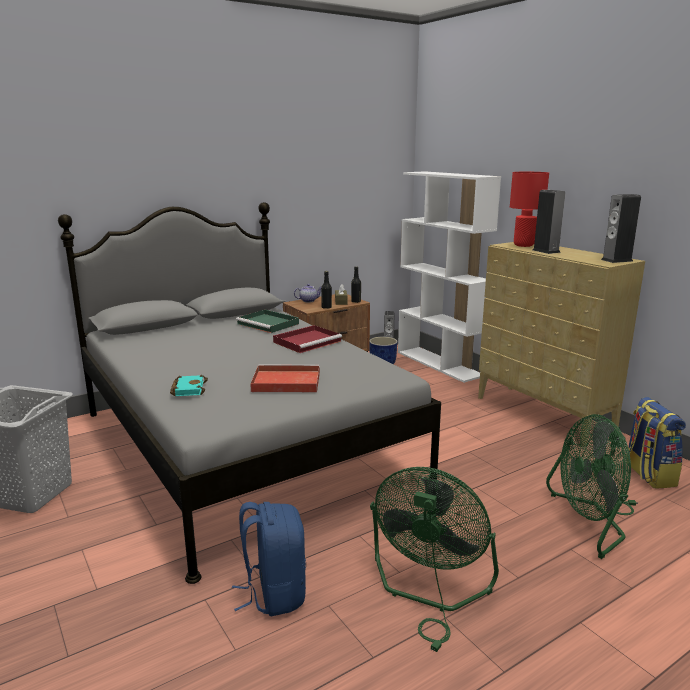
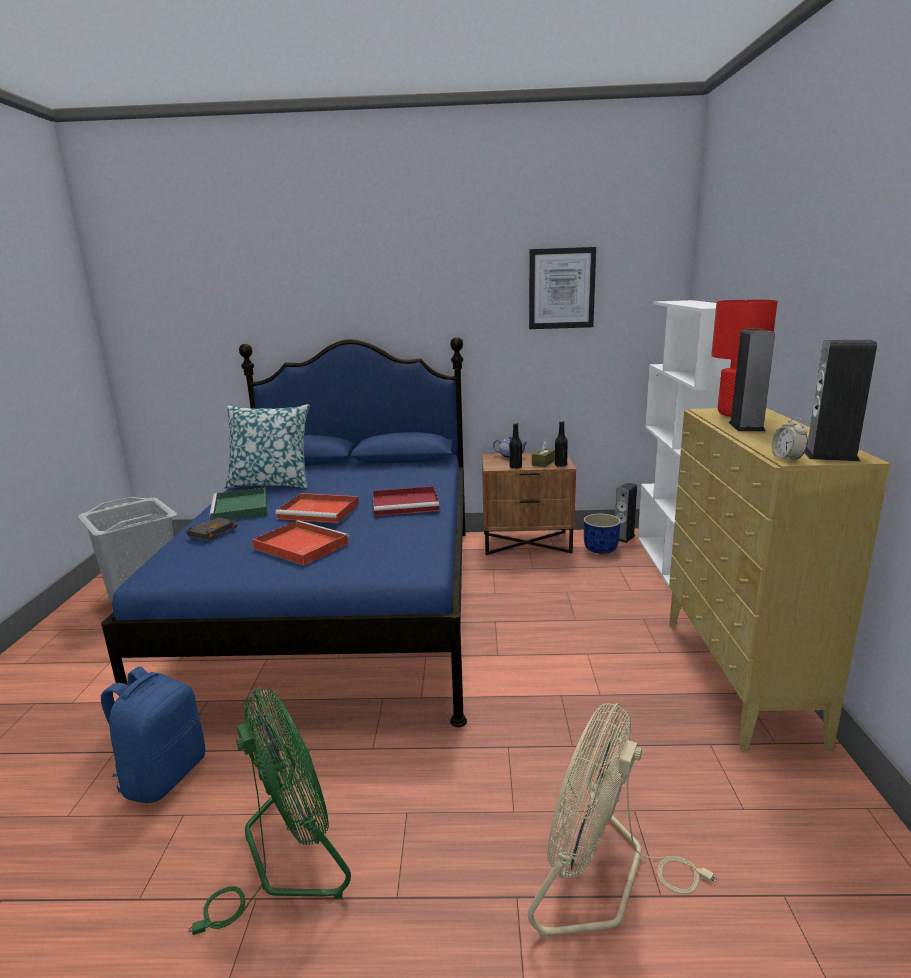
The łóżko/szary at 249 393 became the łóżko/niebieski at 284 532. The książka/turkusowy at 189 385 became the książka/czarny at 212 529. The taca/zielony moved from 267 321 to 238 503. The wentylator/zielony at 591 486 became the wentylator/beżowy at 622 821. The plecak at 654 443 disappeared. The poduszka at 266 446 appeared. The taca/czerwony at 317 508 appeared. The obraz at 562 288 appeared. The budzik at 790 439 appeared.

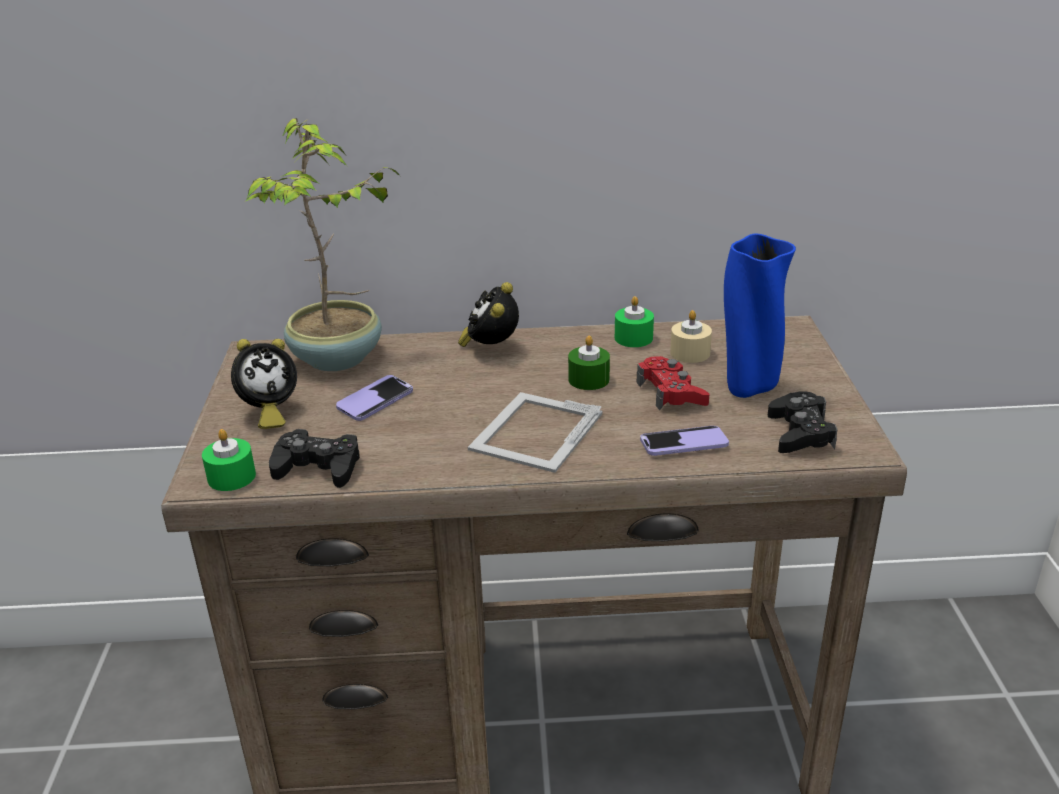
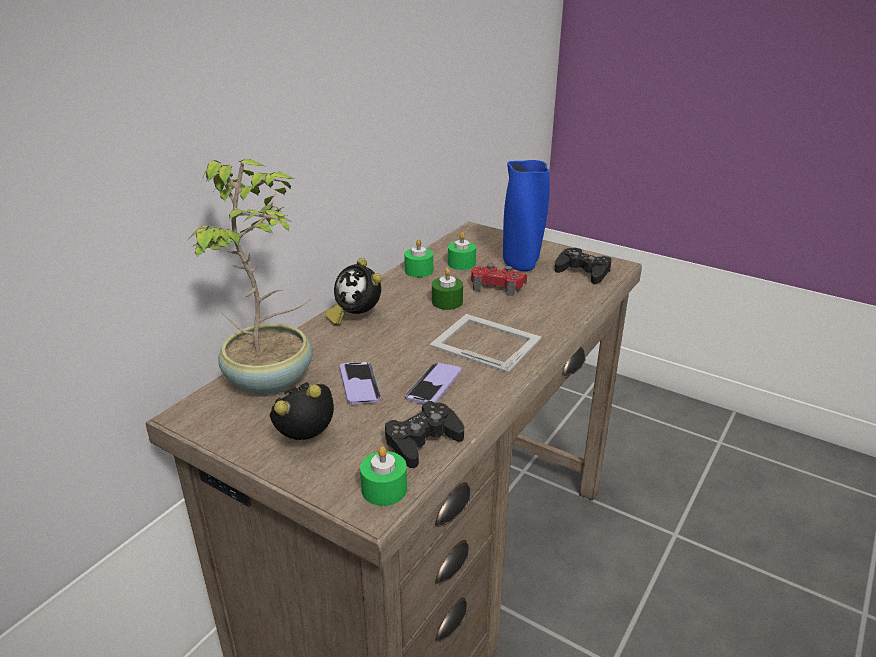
The budzik at 264 384 turned 120 degrees counterclockwise. The ramka na zdjęcie at 535 432 turned 150 degrees clockwise. The telefon moved from 684 441 to 433 383. The świeca/beżowy at 691 336 became the świeca/zielony at 462 251.

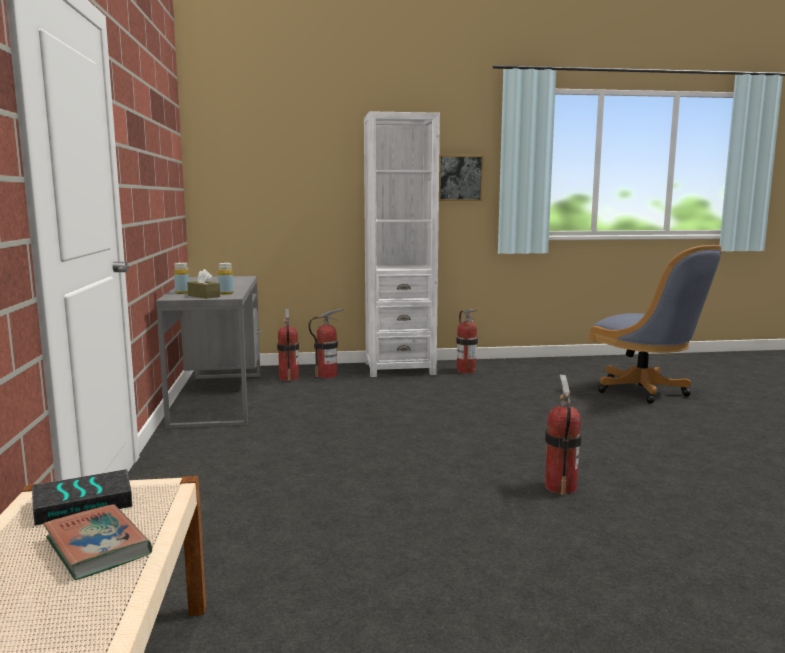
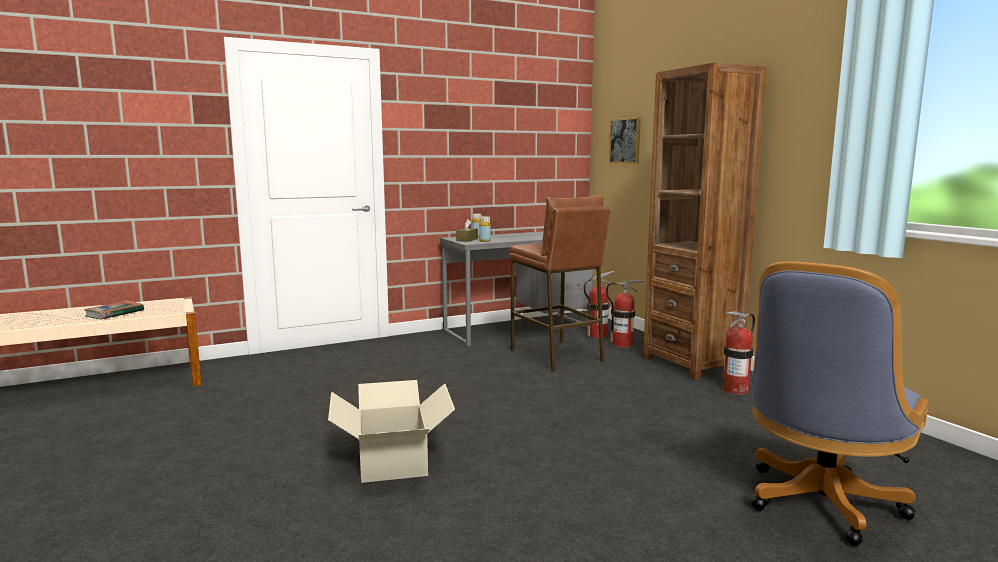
The książka at 82 497 disappeared. The regał/biały at 402 244 became the regał/brązowy at 704 221. The obraz moved from 461 178 to 625 140. The gaśnica at 563 435 was replaced by the karton at 391 431. The stołek/brązowy at 560 283 appeared.

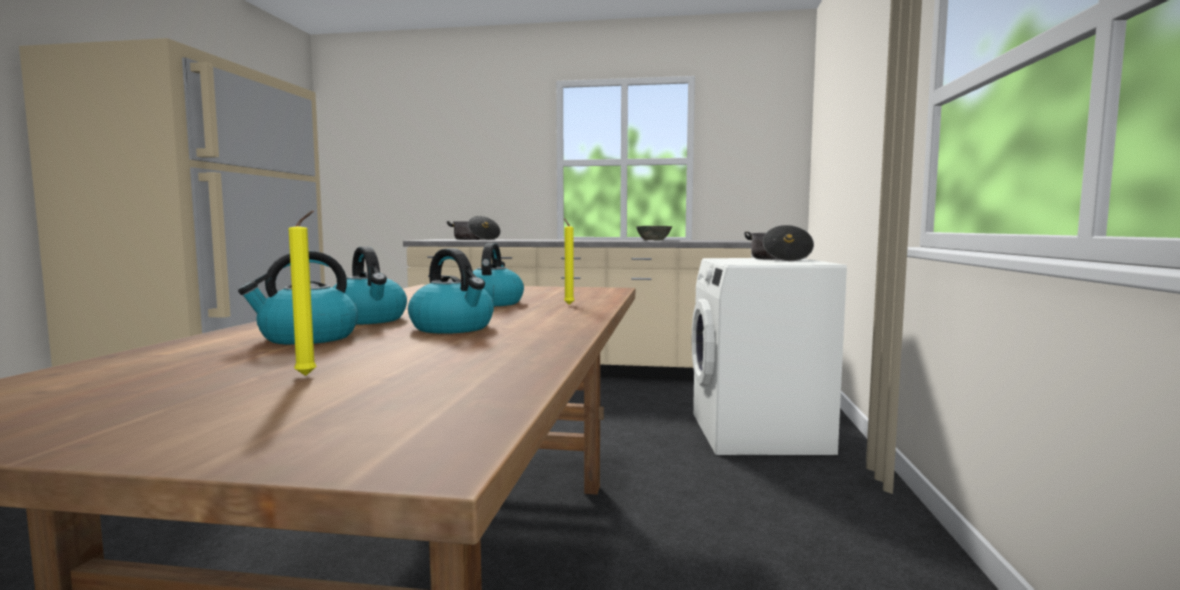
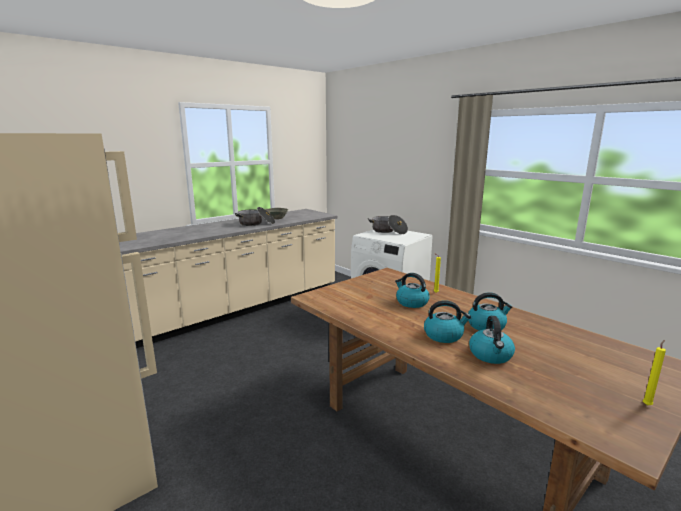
The świeca/żółty moved from 302 293 to 654 372. The garnek moved from 474 228 to 255 216.

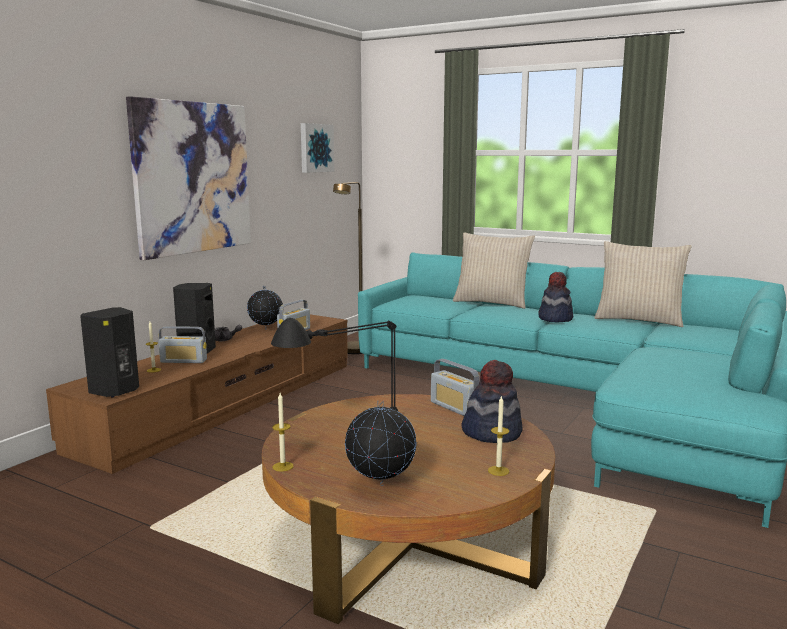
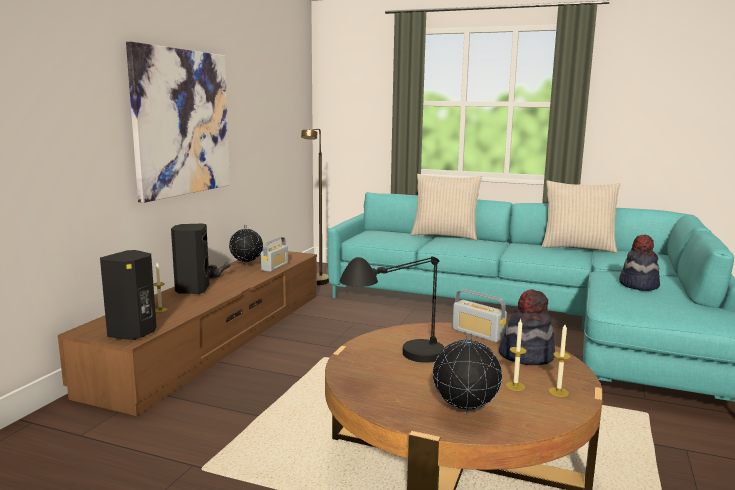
The radio at 182 344 disappeared. The świeca moved from 283 432 to 516 355. The obraz at 317 148 disappeared. The kapelusz moved from 555 297 to 639 263.

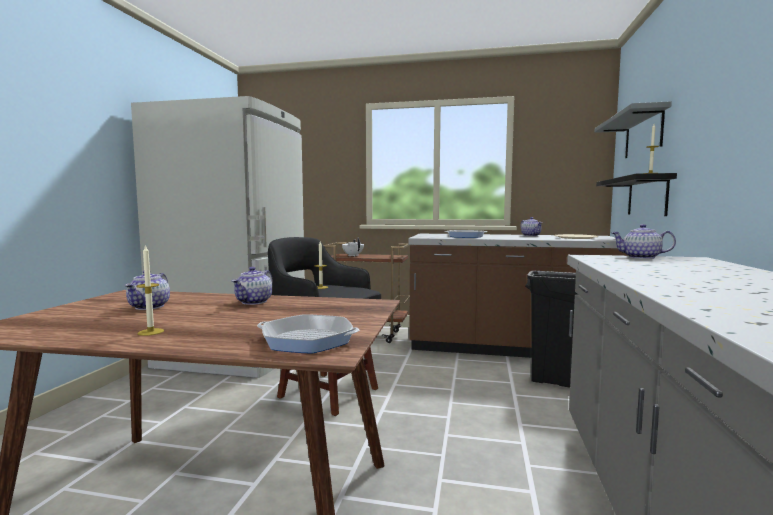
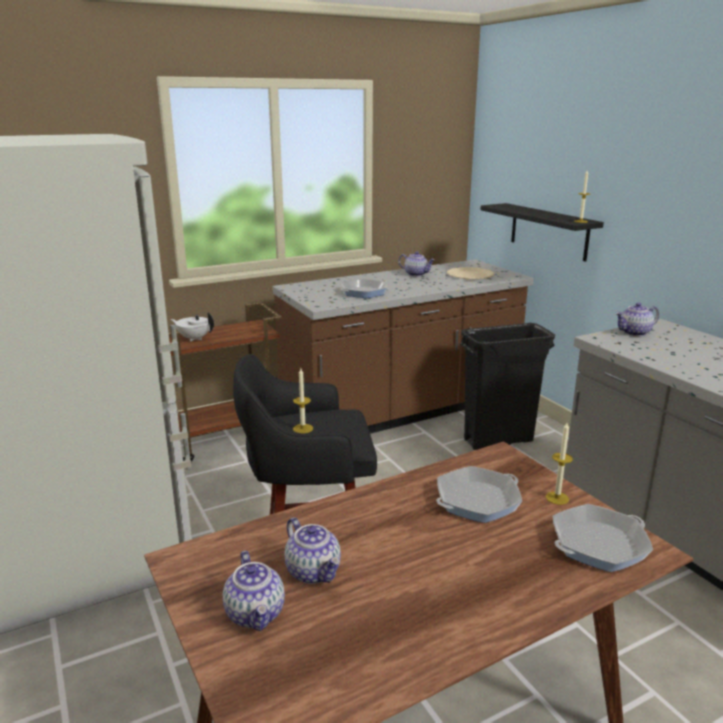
The świeca moved from 150 290 to 559 464. The imbryk moved from 252 286 to 254 591. The półka/szary at 633 129 disappeared. The patelnia at 479 494 appeared.

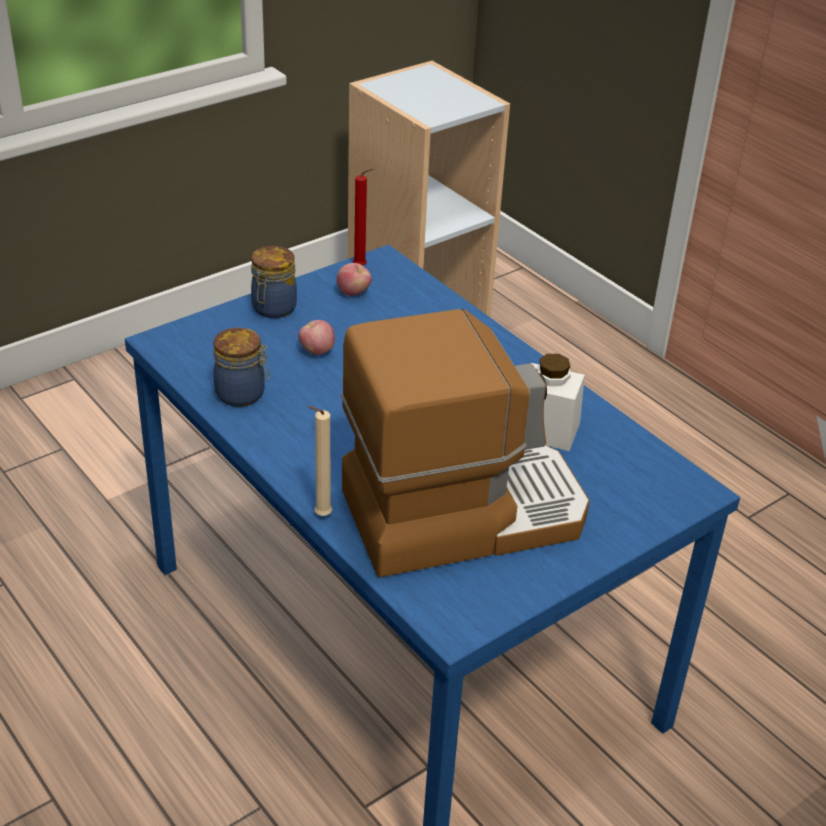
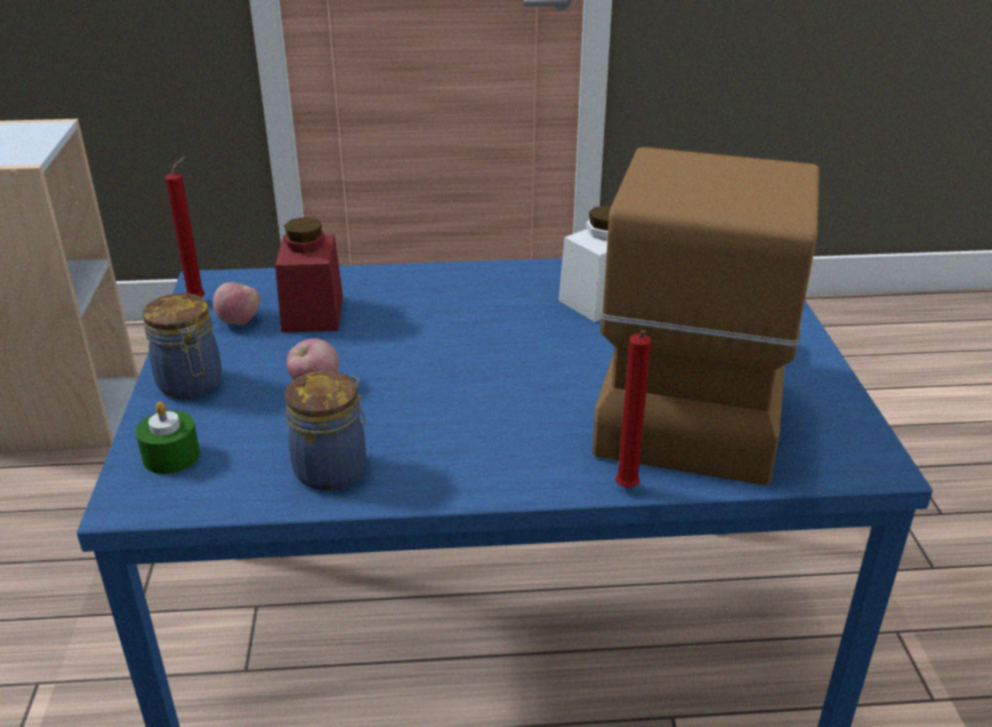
The świeca/beżowy at 320 461 became the świeca/czerwony at 633 409. The świeca/zielony at 168 437 appeared. The słoik/czerwony at 309 275 appeared.

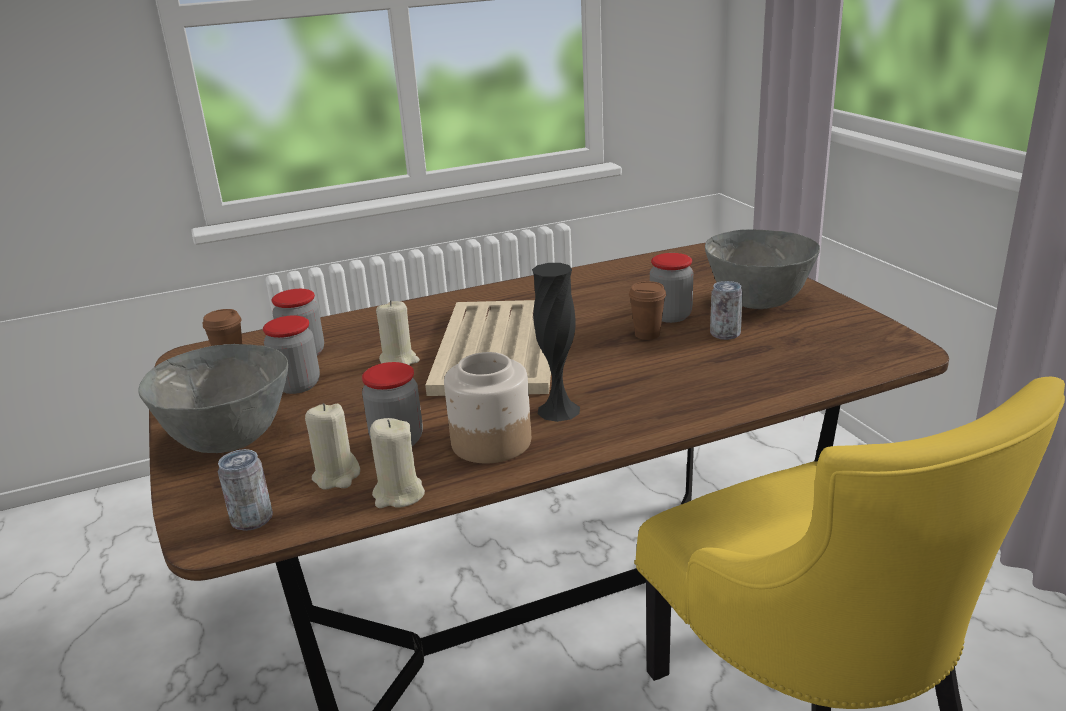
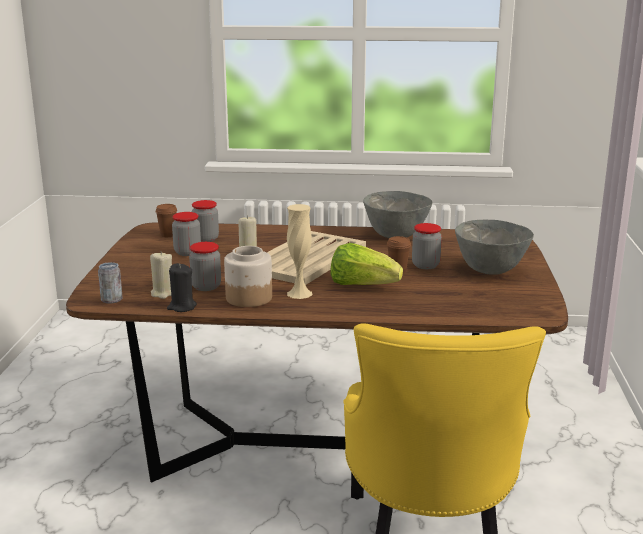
The miska/szary moved from 213 398 to 397 214. The świeca/beżowy at 397 463 became the świeca/czarny at 182 287. The wazon/czarny at 556 342 became the wazon/beżowy at 299 251. The puszka at 726 310 disappeared. The sałata at 366 264 appeared.

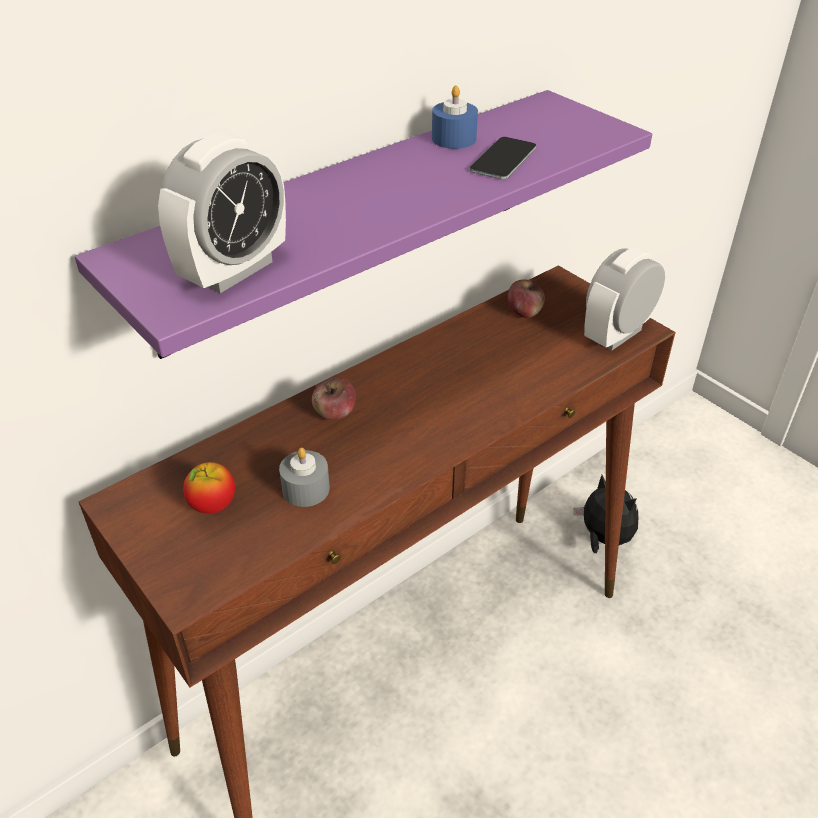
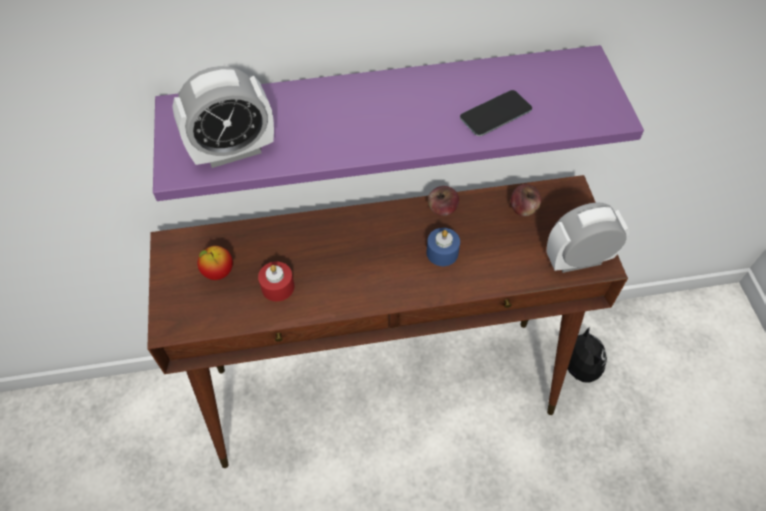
The świeca/szary at 304 477 became the świeca/czerwony at 276 281. The jabłko moved from 334 398 to 443 201. The świeca/niebieski moved from 455 117 to 443 247.

